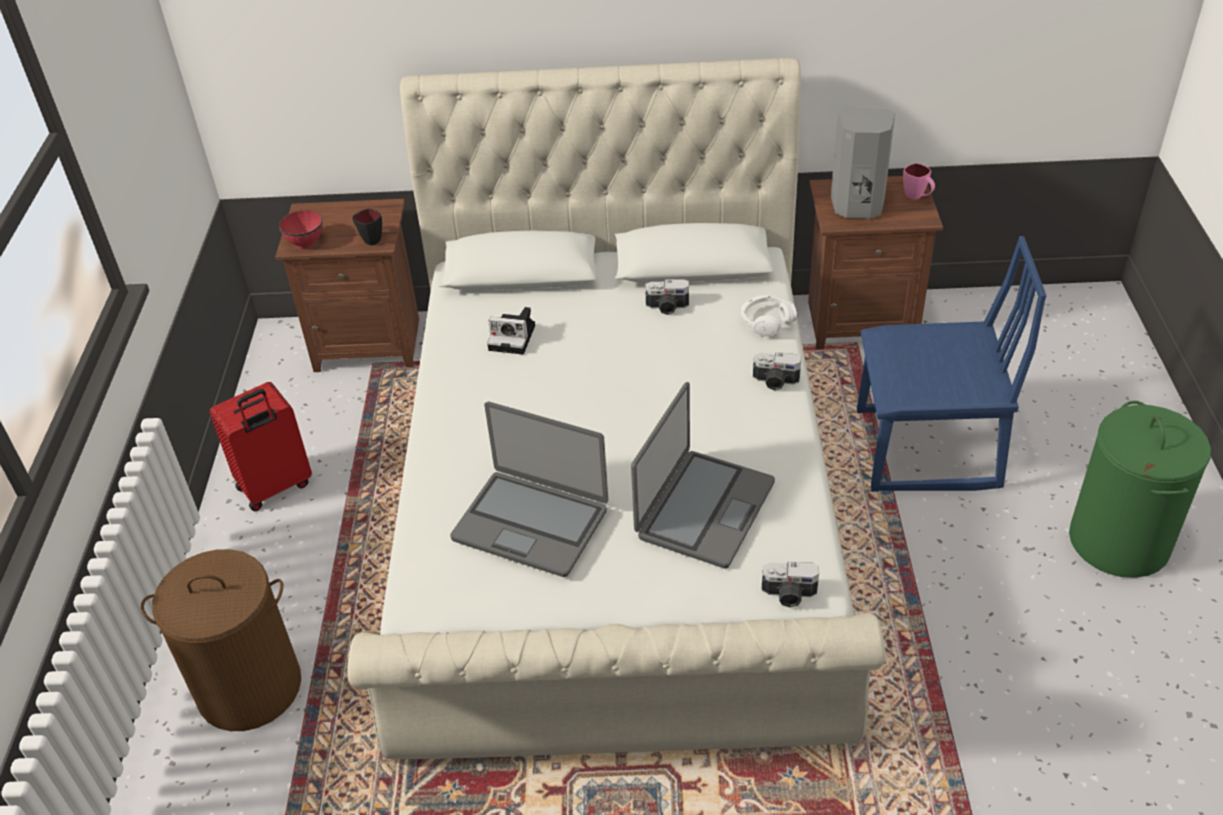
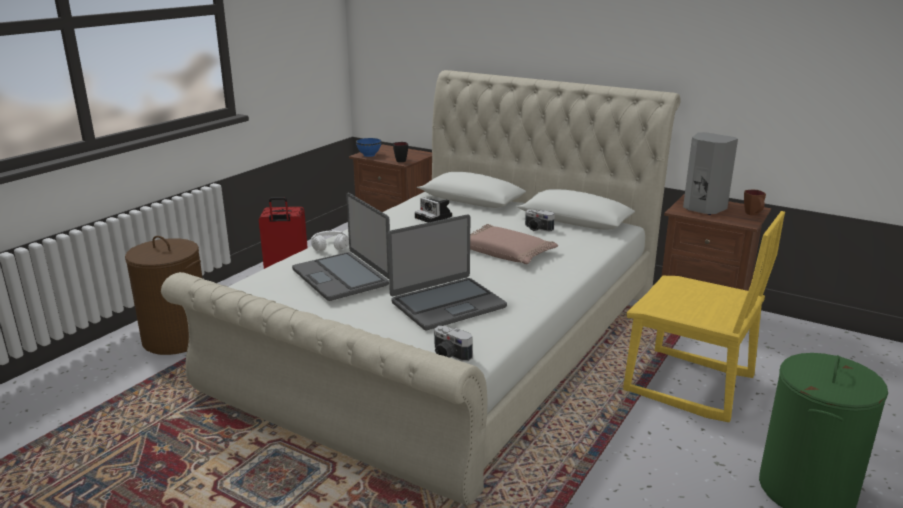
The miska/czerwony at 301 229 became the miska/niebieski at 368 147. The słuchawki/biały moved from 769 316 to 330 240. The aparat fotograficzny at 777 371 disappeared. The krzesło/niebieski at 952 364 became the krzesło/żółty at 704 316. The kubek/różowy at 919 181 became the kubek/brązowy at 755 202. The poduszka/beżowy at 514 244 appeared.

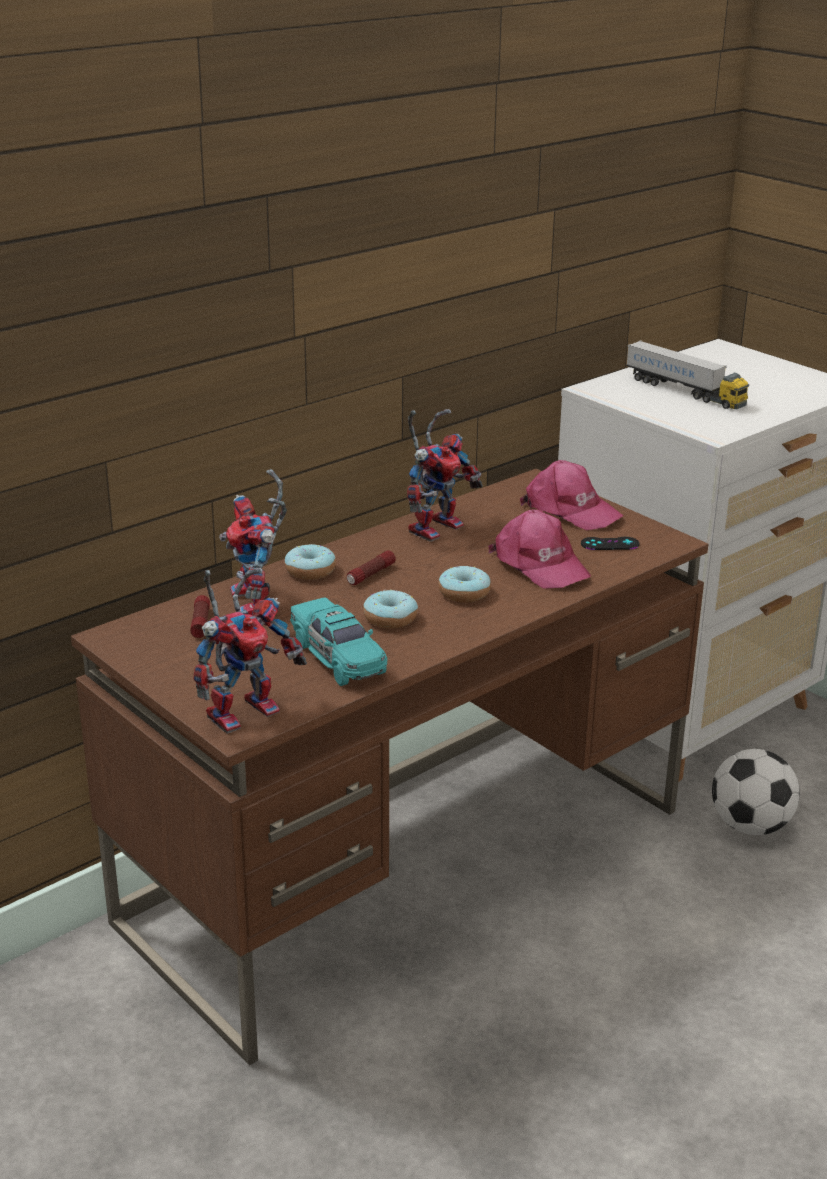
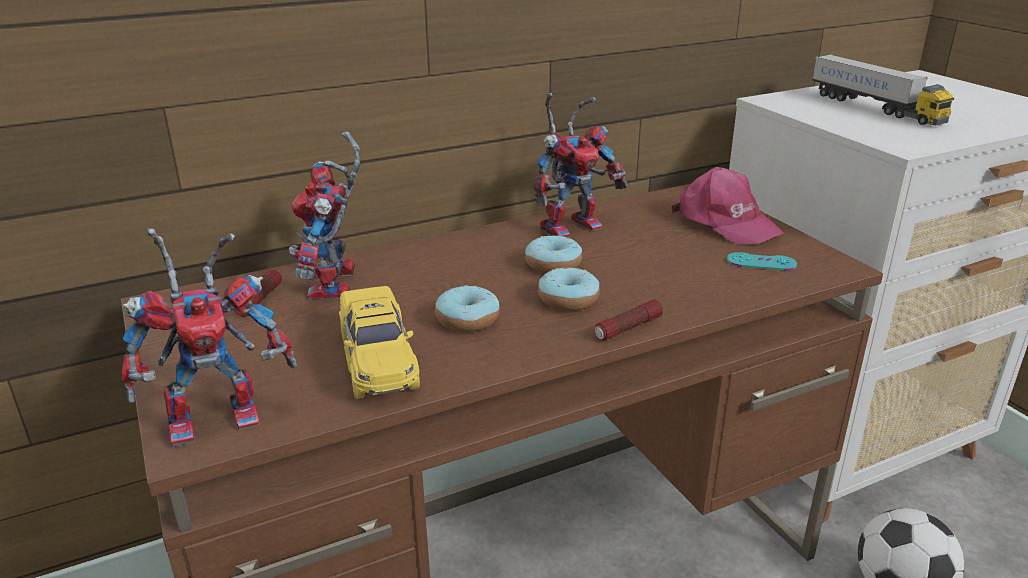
The donut moved from 310 562 to 553 254. The samochodzik/turkusowy at 338 642 became the samochodzik/żółty at 379 342. The latarka moved from 371 567 to 629 320. The czapka z daszkiem/różowy at 539 549 disappeared. The pad do gier/czarny at 610 543 became the pad do gier/turkusowy at 762 261.

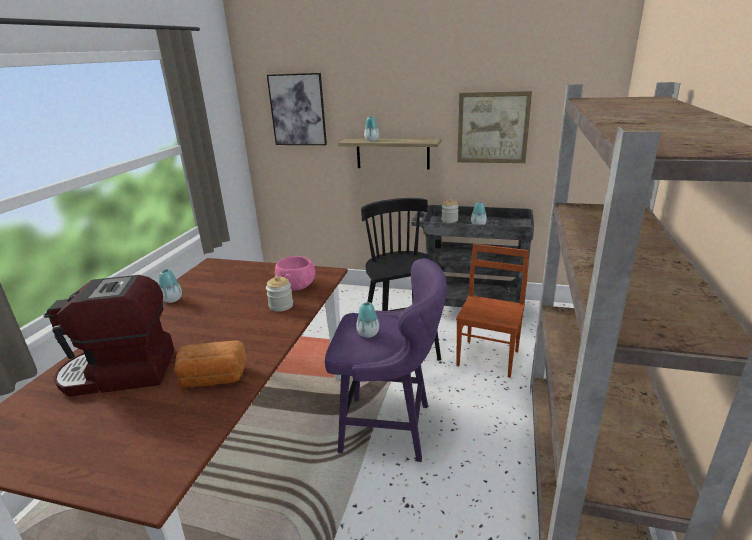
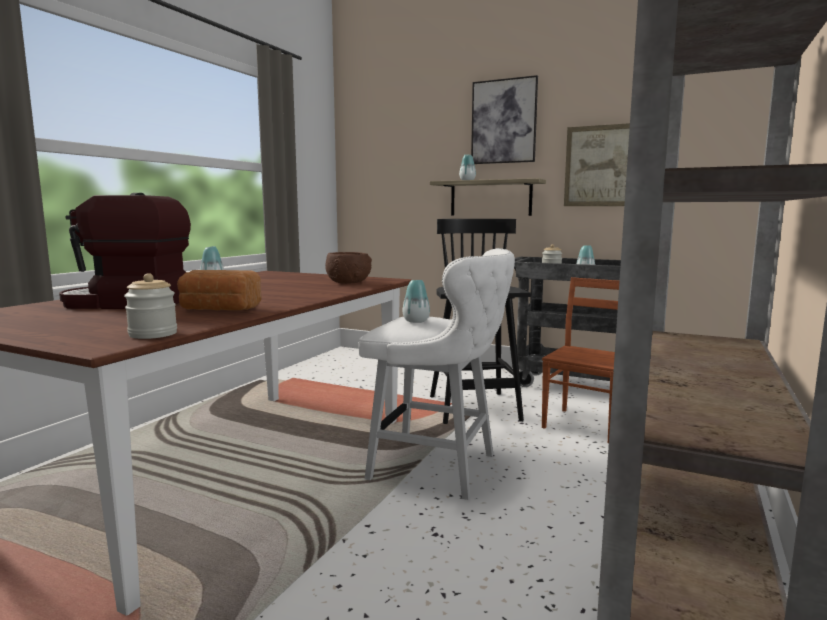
The słoik moved from 279 294 to 150 306. The obraz moved from 297 109 to 504 119. The miska/różowy at 295 273 became the miska/brązowy at 348 268. The stołek/fioletowy at 386 360 became the stołek/biały at 437 374.

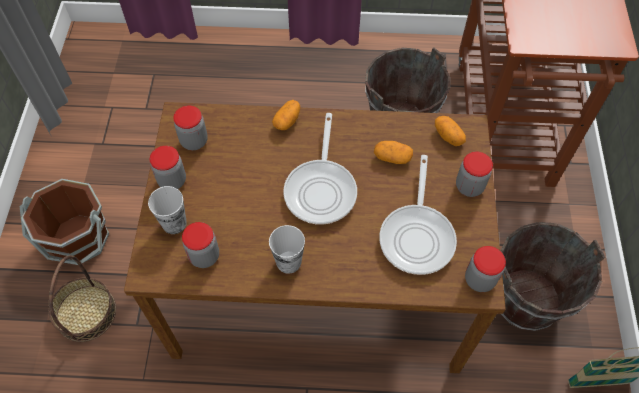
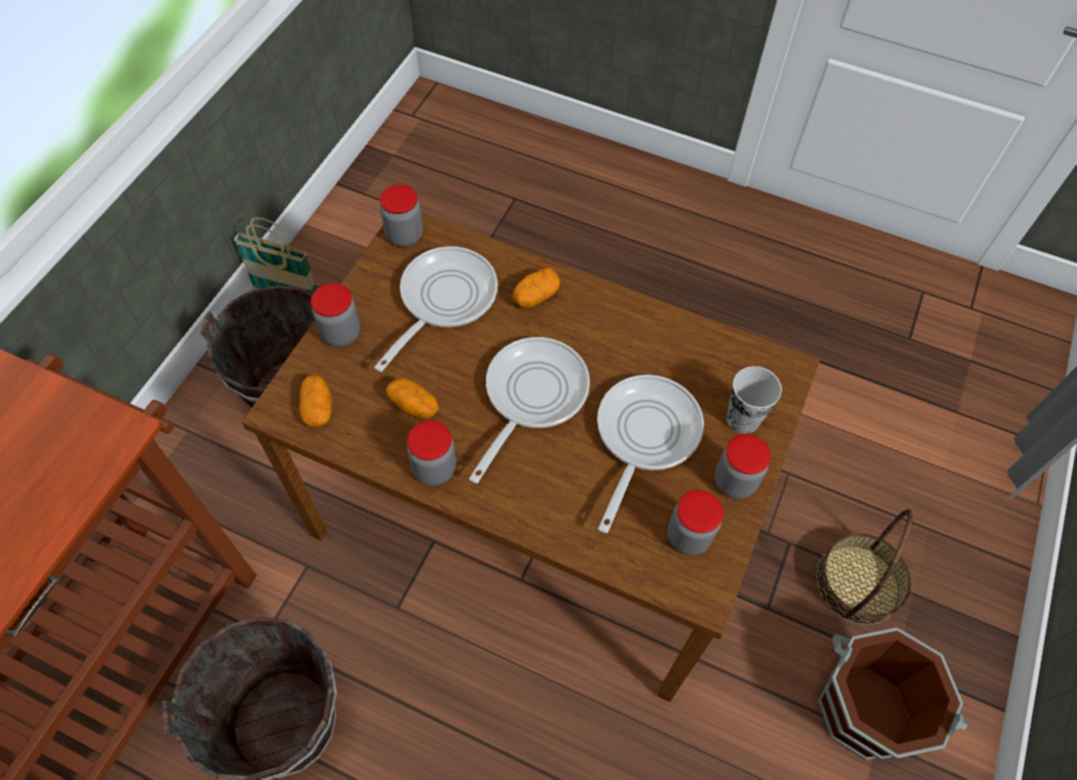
The słoik moved from 200 245 to 431 453. The filiżanka at 287 249 disappeared. The ziemniak moved from 286 115 to 536 288. The patelnia at 650 454 appeared.

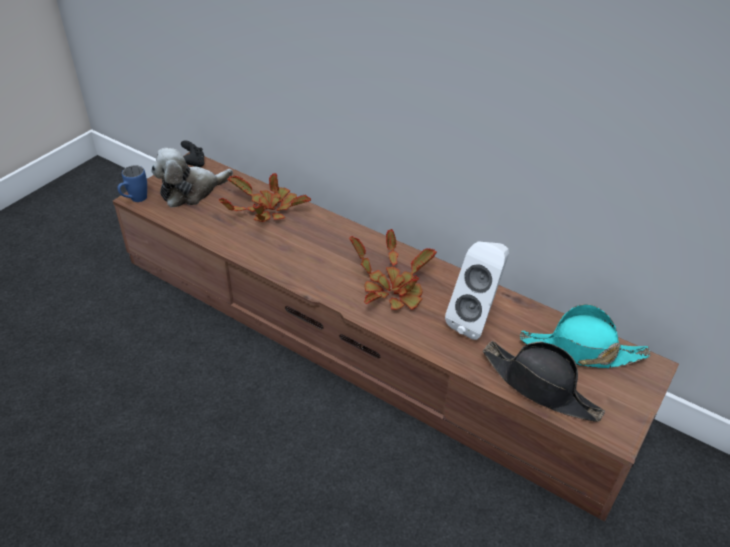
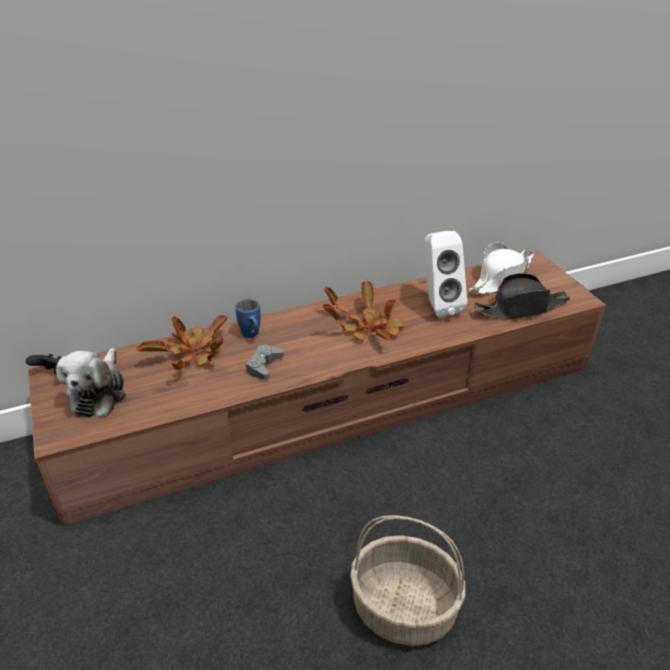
The kubek/niebieski moved from 132 183 to 248 318. The kapelusz/turkusowy at 585 336 became the kapelusz/biały at 502 268. The pad do gier/szary at 265 362 appeared. The koszyk at 408 580 appeared.

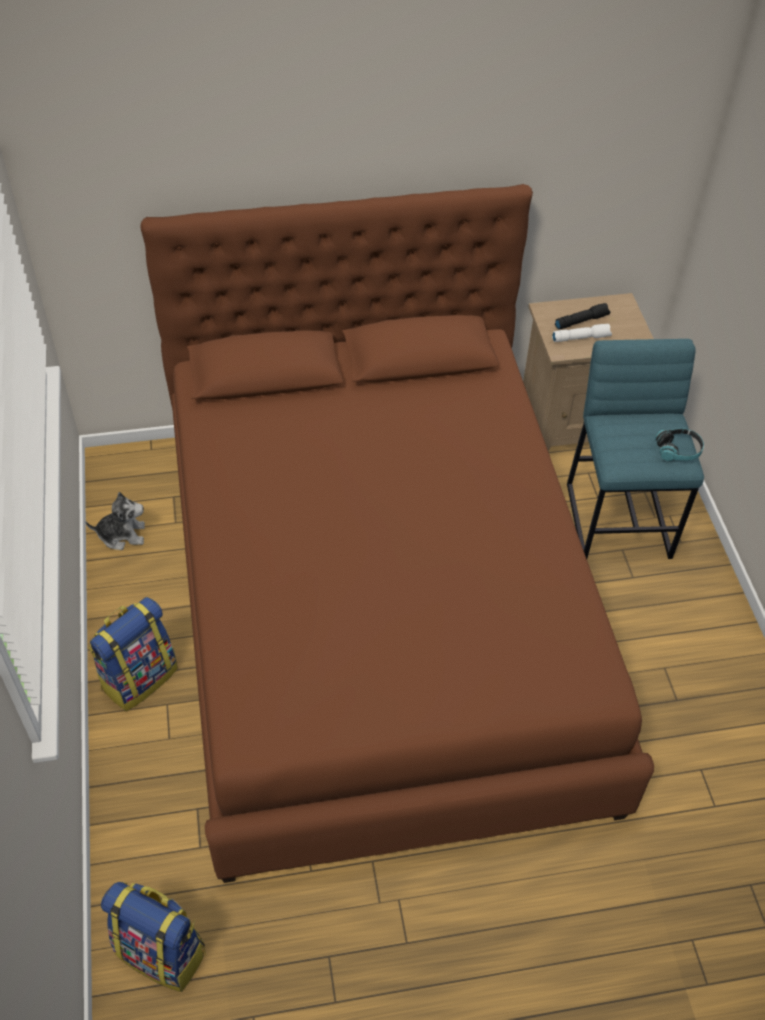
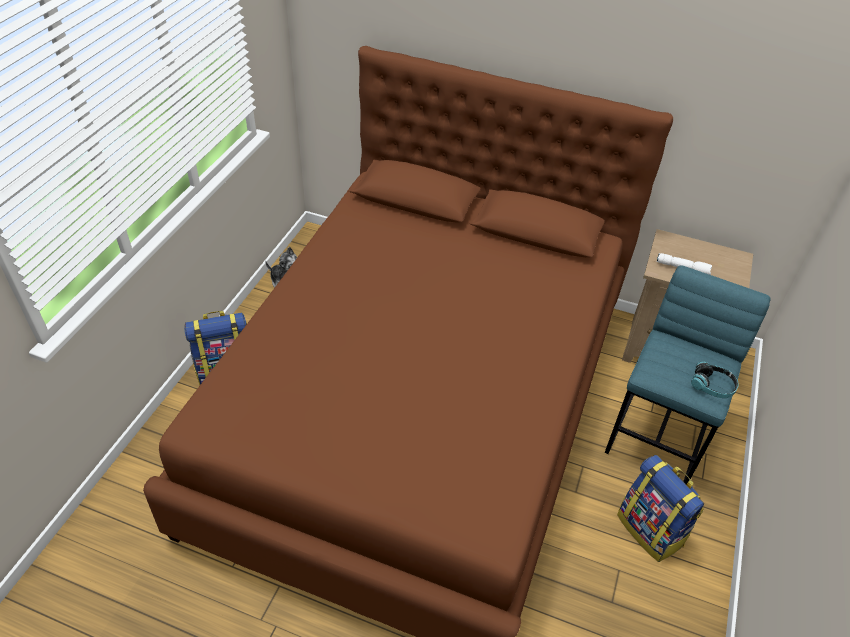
The plecak moved from 153 937 to 660 508. The latarka/czarny at 582 316 disappeared.

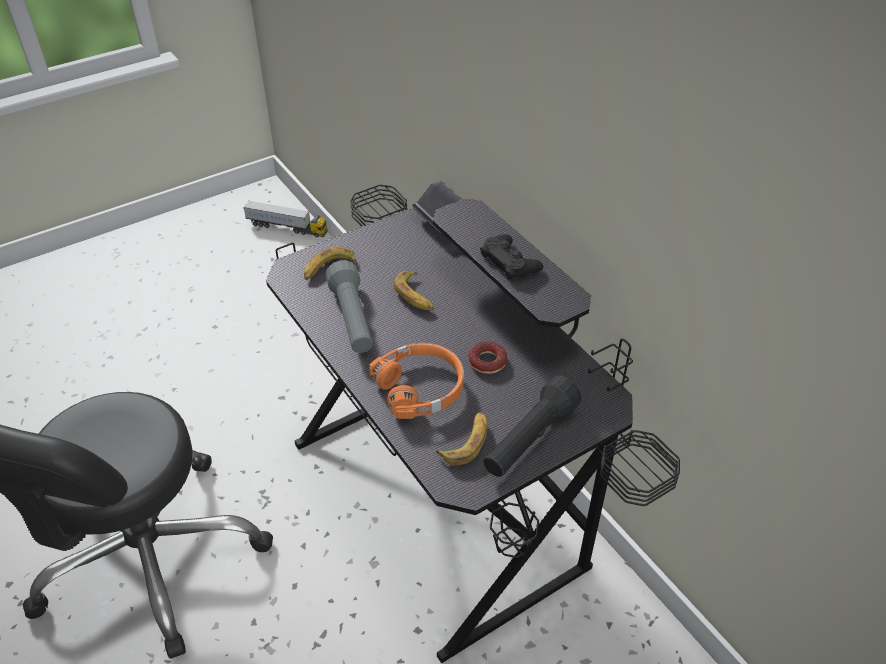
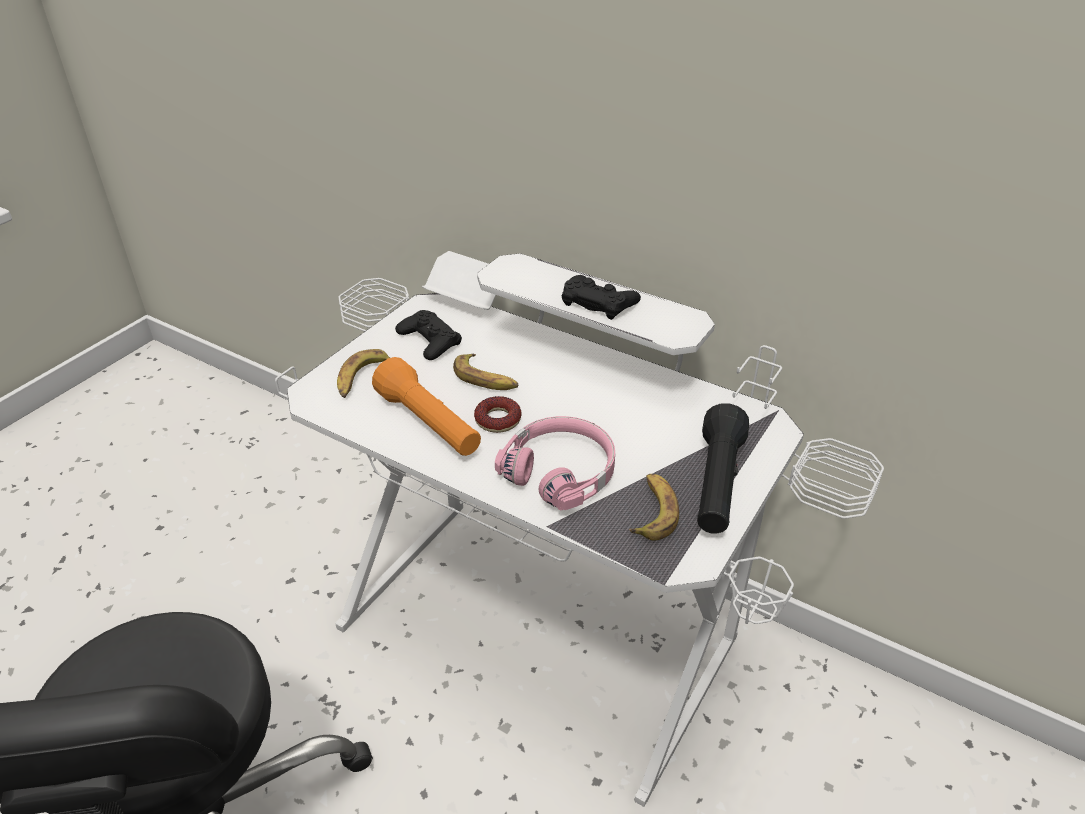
The ciężarówka zabawkowa at 285 218 disappeared. The biurko/czarny at 473 422 became the biurko/biały at 579 529. The latarka/szary at 349 306 became the latarka/pomarańczowy at 426 406. The słuchawki/pomarańczowy at 416 381 became the słuchawki/różowy at 555 463. The donut moved from 487 358 to 498 414. The pad do gier/czarny at 428 335 appeared.

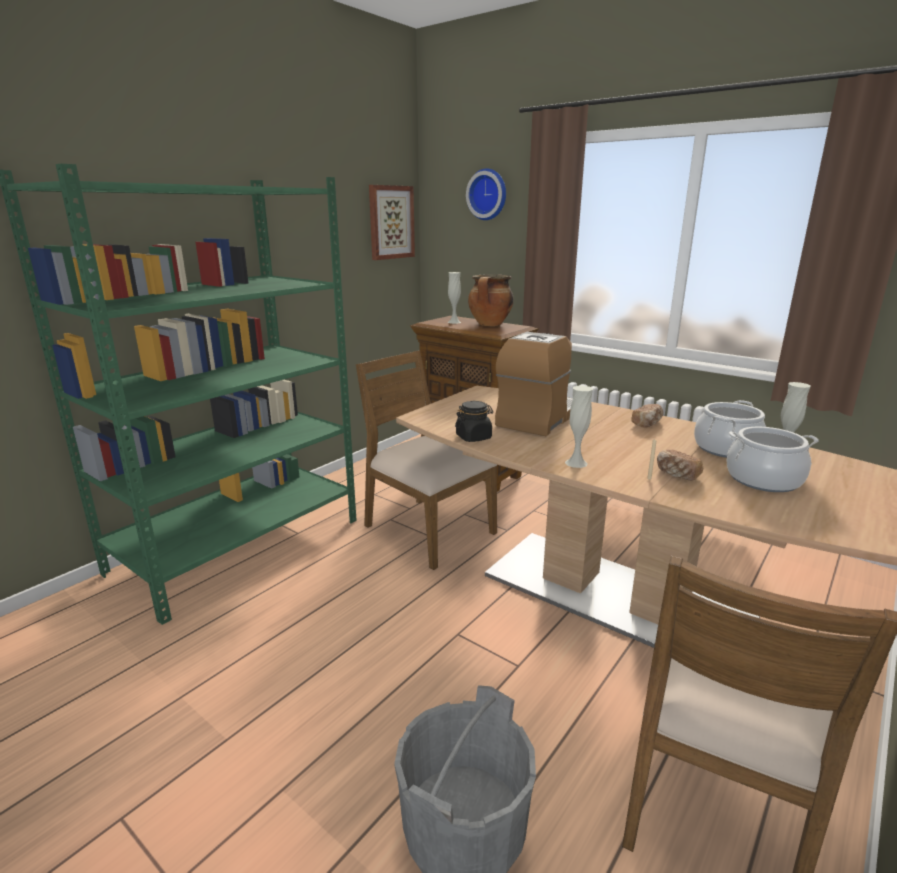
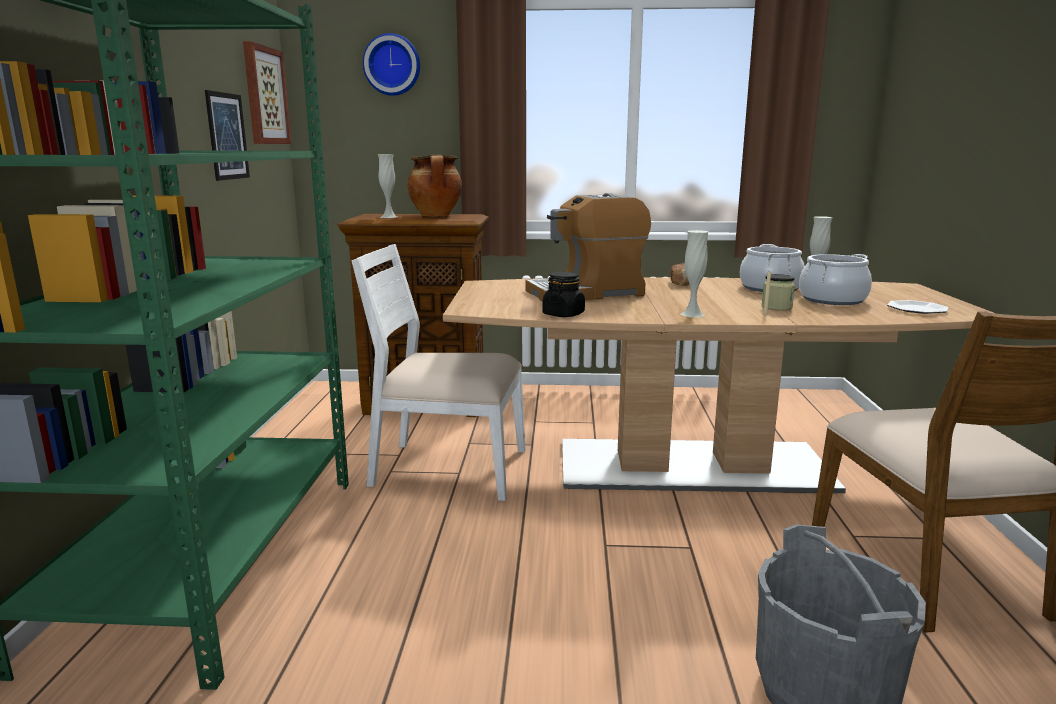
The krzesło/brązowy at 426 460 became the krzesło/biały at 438 372. The ekspres do kawy at 534 384 turned 105 degrees counterclockwise. The chleb at 680 465 was replaced by the słoik at 778 292. The obraz at 227 135 appeared. The talerz at 918 307 appeared.

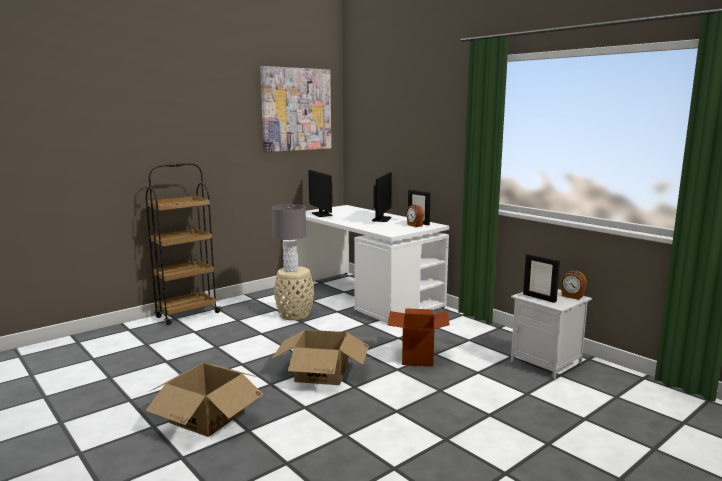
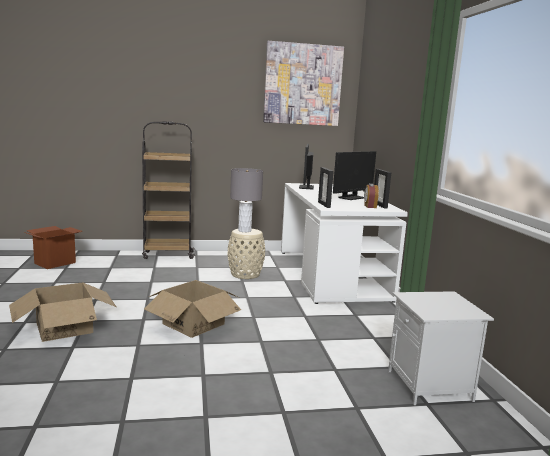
The karton moved from 419 337 to 53 247. The ramka na zdjęcie moved from 541 278 to 326 187. The budzik at 574 285 disappeared.

